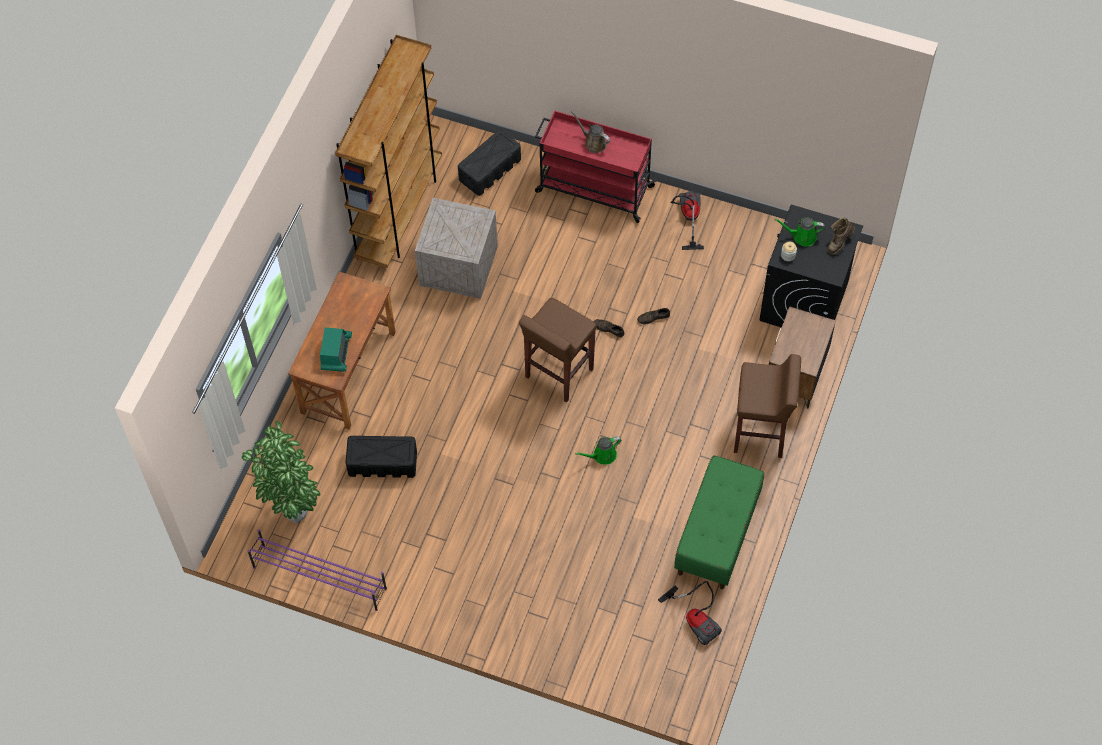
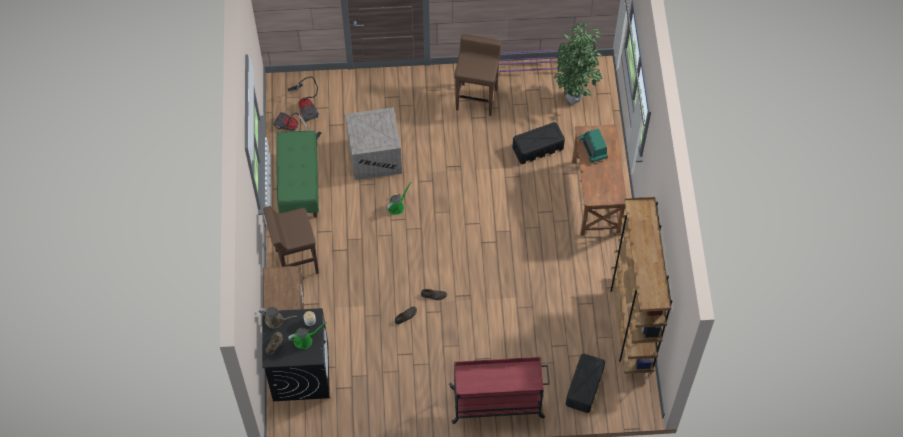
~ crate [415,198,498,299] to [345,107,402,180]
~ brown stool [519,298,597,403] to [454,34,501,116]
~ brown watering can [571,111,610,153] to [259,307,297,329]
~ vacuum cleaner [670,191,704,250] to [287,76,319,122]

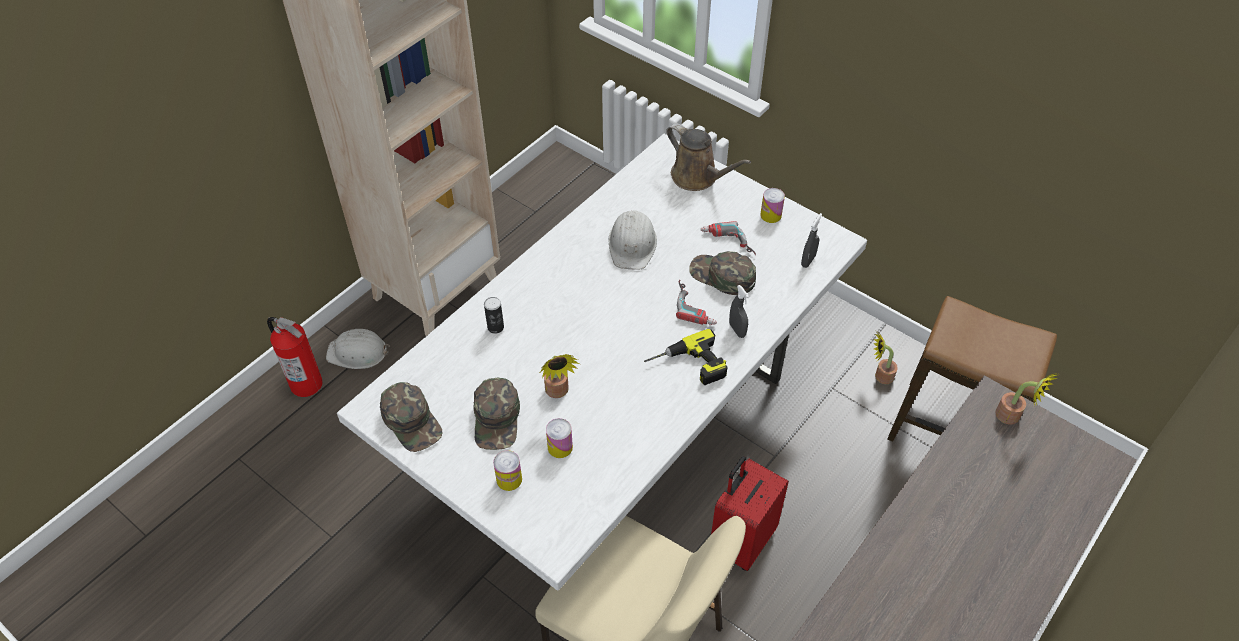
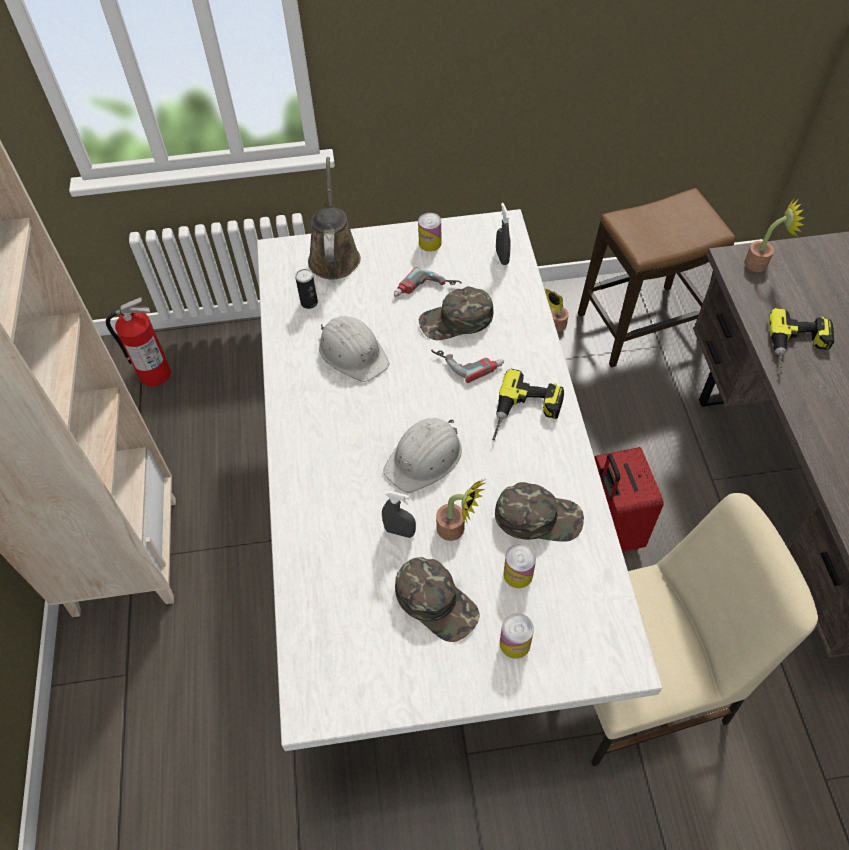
~ fire extinguisher [267,317,323,397] to [106,297,171,387]
~ white hard hat [326,329,390,369] to [383,418,462,493]
~ green cap [380,382,442,452] to [495,482,584,542]
~ can [484,297,504,334] to [295,269,318,309]
~ brown watering can [666,123,751,191] = [308,157,361,279] 90 degrees counterclockwise
~ grey spray bottle [729,285,749,338] to [382,490,416,538]
+ power drill [769,308,834,374]

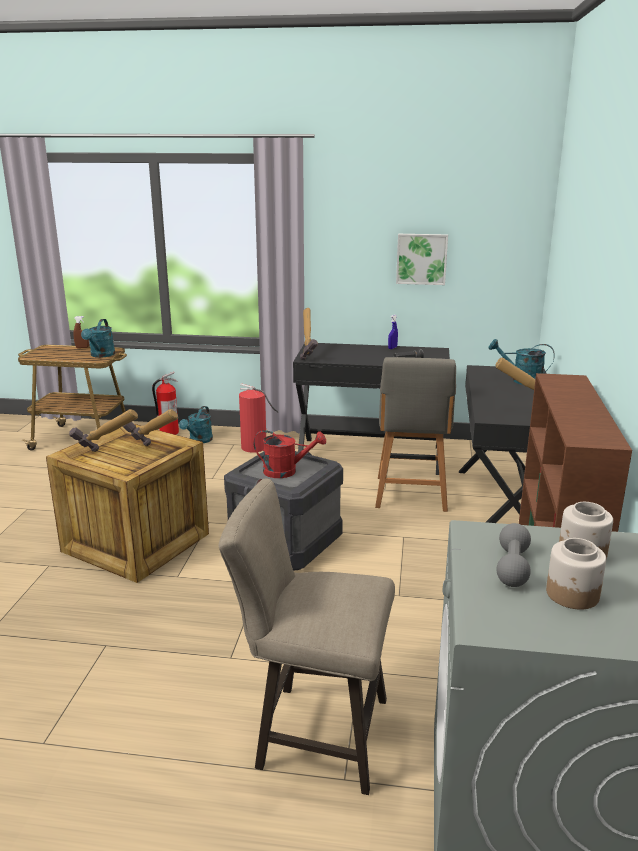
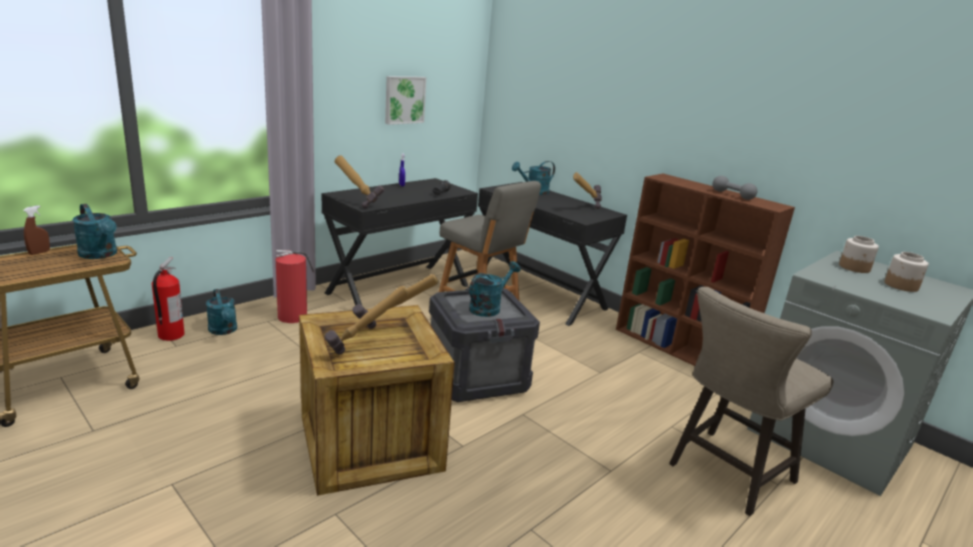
~ red watering can [253,430,326,478] to turquoise watering can [469,261,521,317]
~ grey dumbbell [497,523,531,587] to [712,176,758,200]

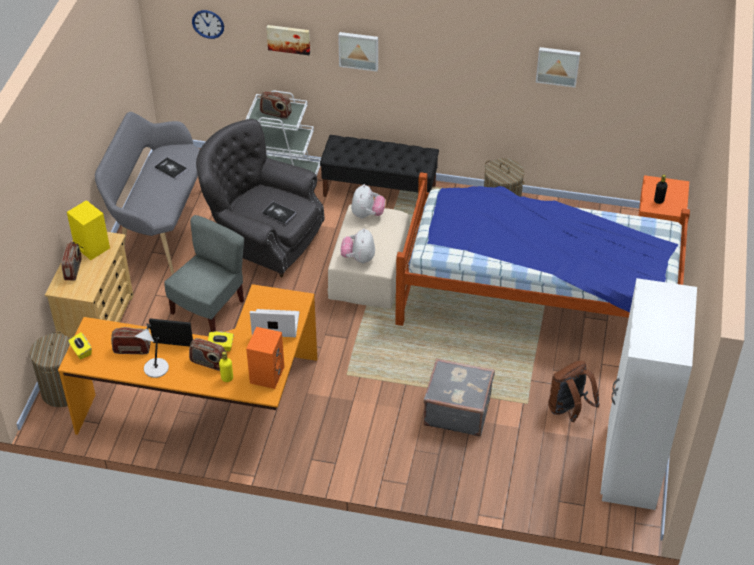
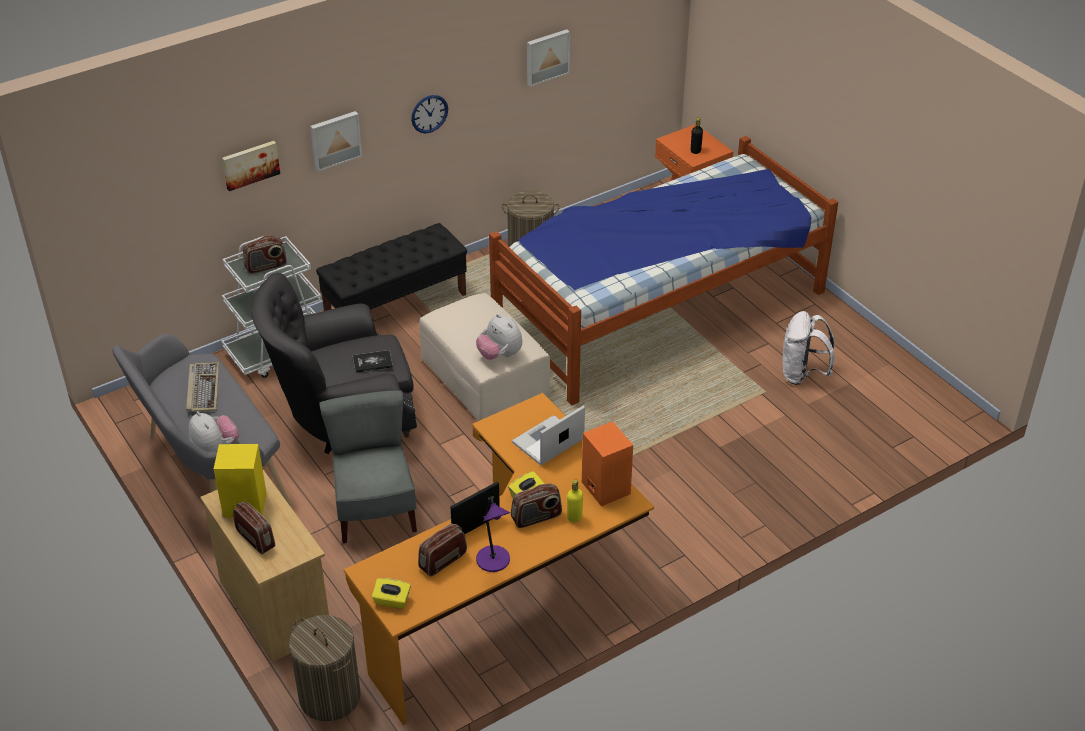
~ grey table lamp [135,324,169,378] to purple table lamp [476,496,511,572]
~ book [155,157,187,179] to keyboard [186,362,219,412]
~ wall clock [192,10,224,39] to [411,95,448,134]
~ plush toy [351,184,385,219] to [188,411,239,452]
- grey suitcase [423,358,495,436]
~ brown backpack [548,361,600,422] to white backpack [783,311,835,385]
- white wardrobe [600,278,697,510]

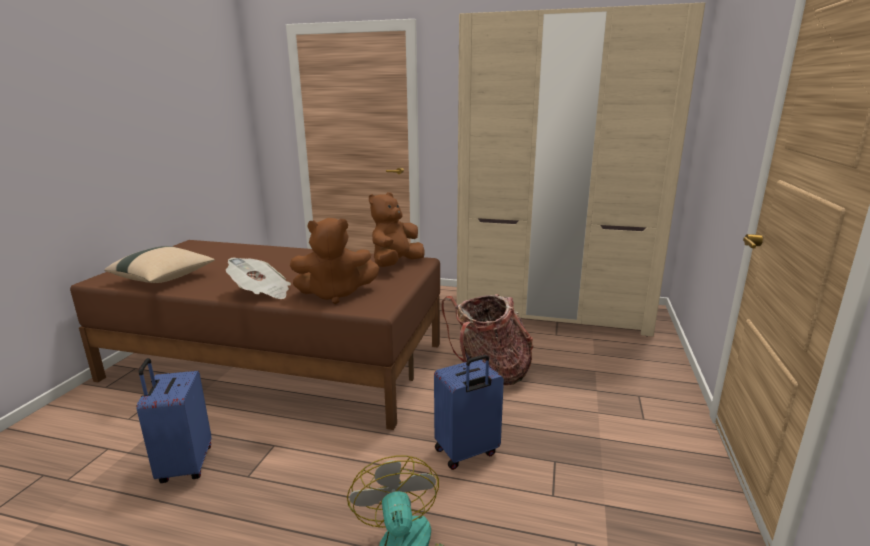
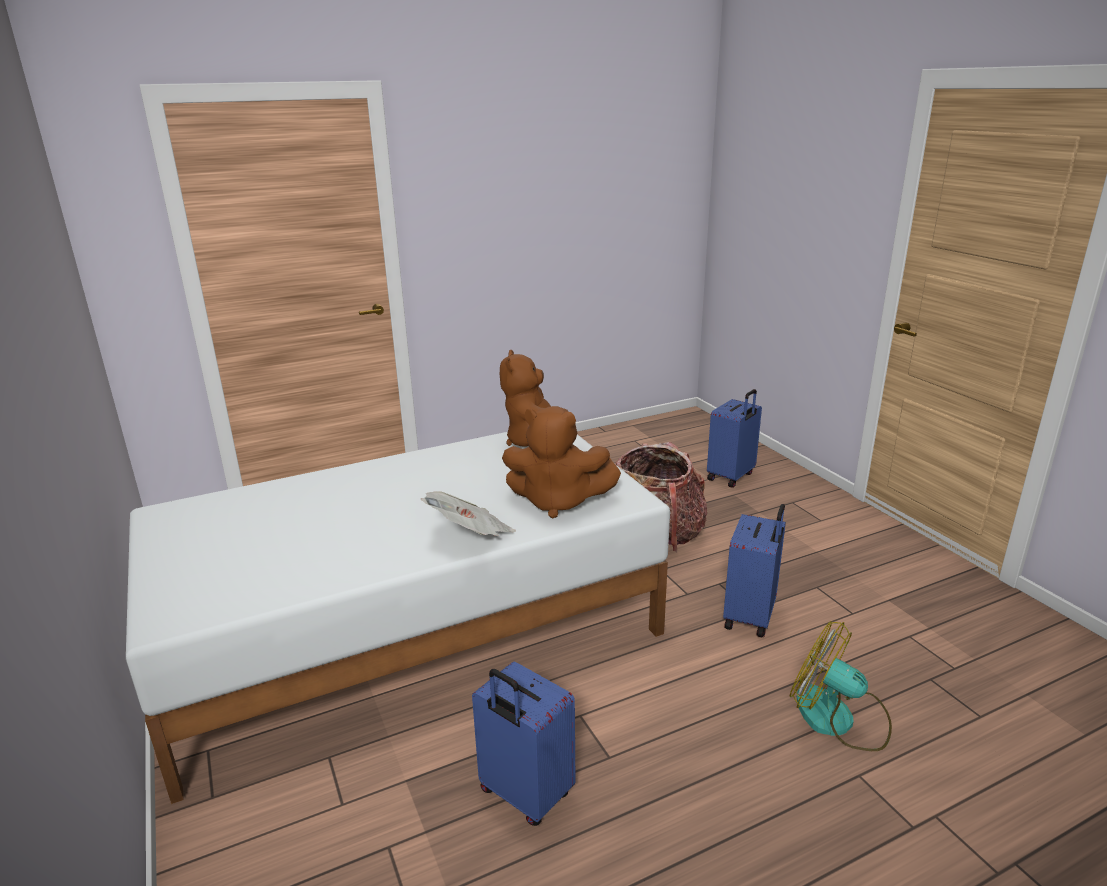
~ brown bed [70,240,440,430] to white bed [126,432,670,804]
- beige pillow [104,246,215,283]
~ brown plush toy [290,218,379,304] = [502,406,621,519] 60 degrees clockwise
- beige wardrobe [457,2,705,337]
+ blue suitcase [707,389,762,488]

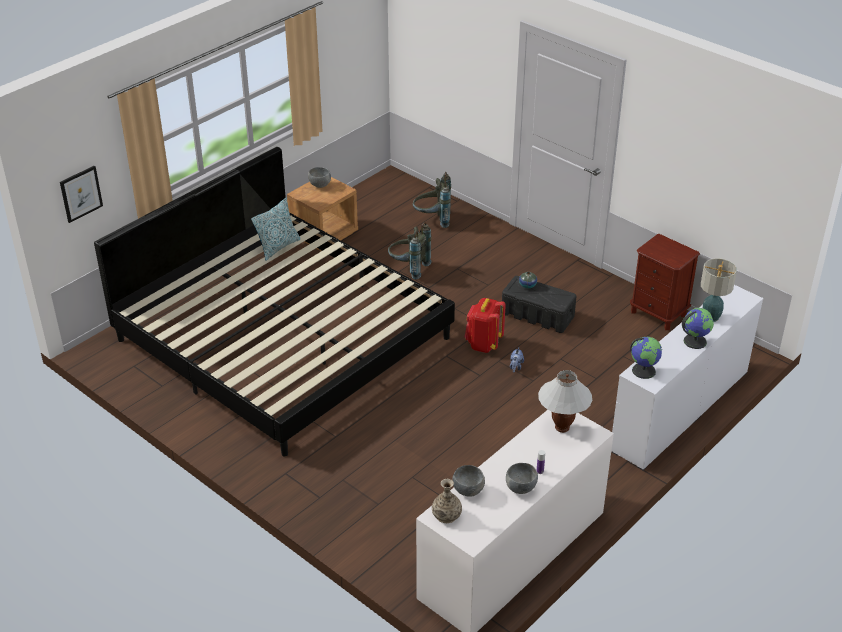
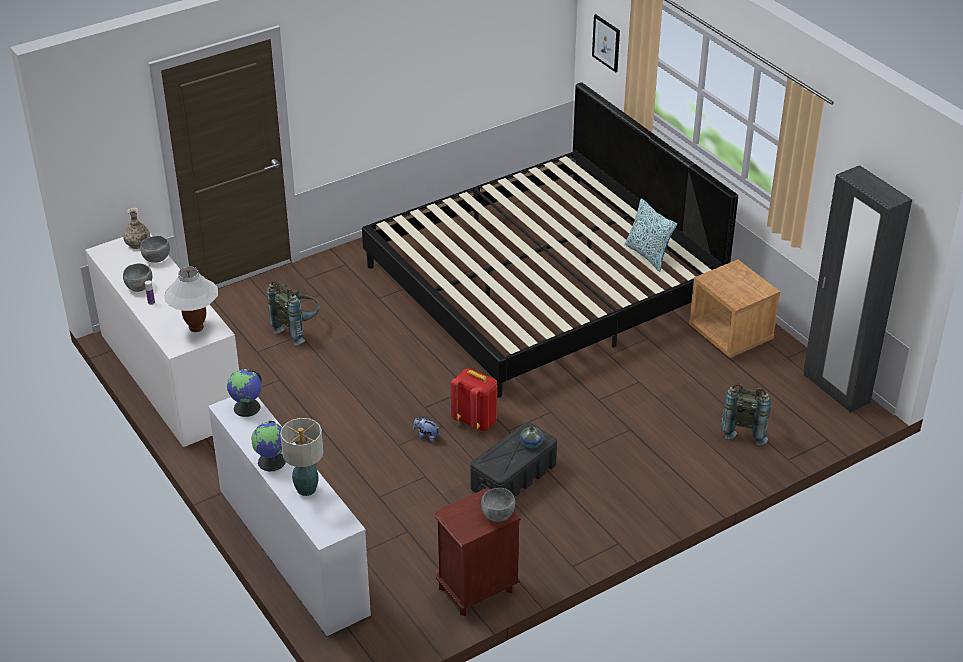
~ grey bowl [308,167,331,188] to [481,488,515,522]
~ grey backpack [388,222,432,280] to [267,281,320,345]
+ black wardrobe [804,165,912,413]

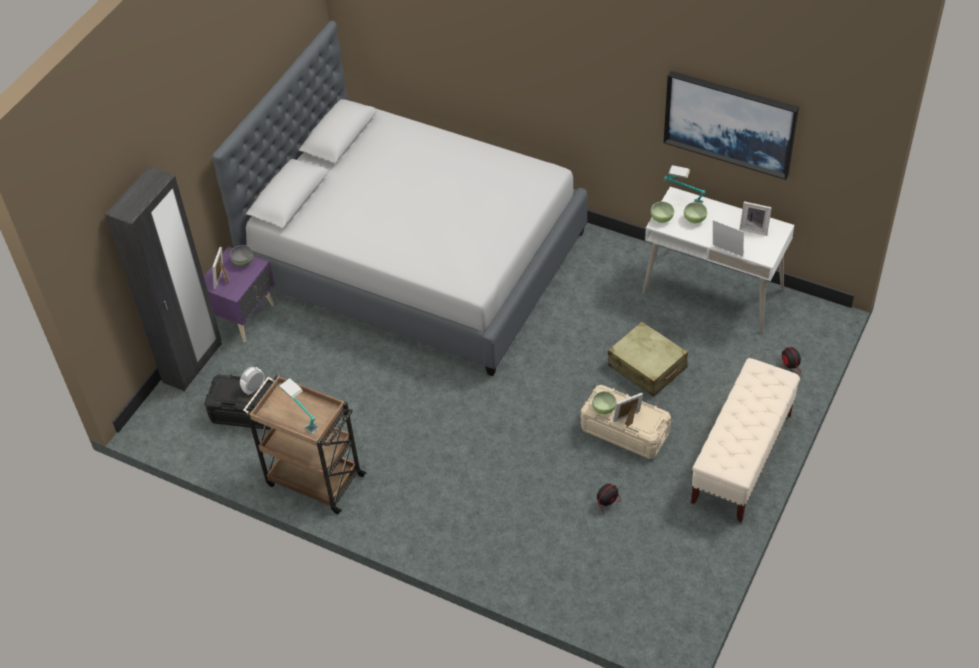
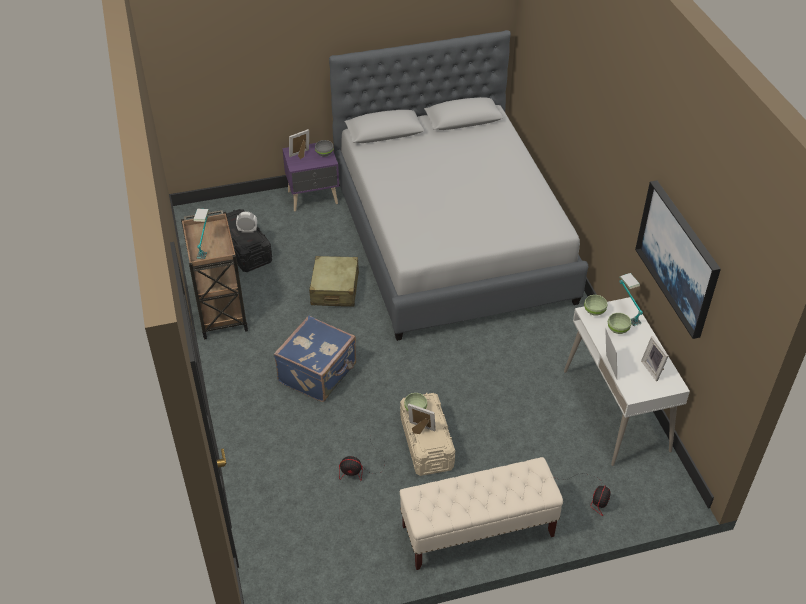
- black wardrobe [105,166,222,391]
~ beige suitcase [608,321,688,397] to [309,256,359,307]
+ blue suitcase [274,315,356,402]

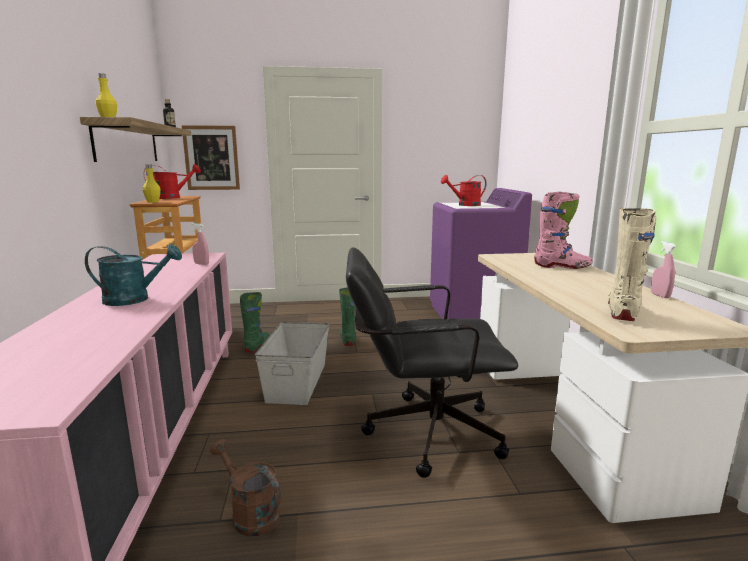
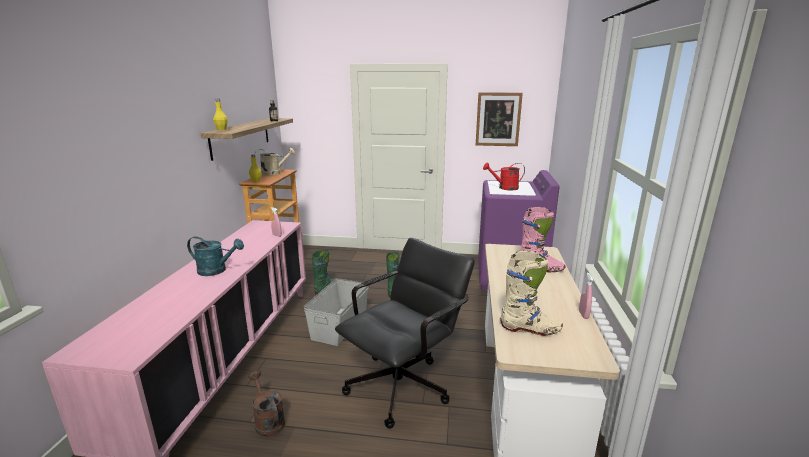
~ red watering can [144,164,201,199] to beige watering can [256,148,295,175]
~ picture [182,125,240,190] to [476,92,523,146]
~ black office chair [346,247,518,478] = [335,238,475,429] 120 degrees clockwise
~ beige boot [608,208,656,321] = [500,251,563,336] 60 degrees clockwise

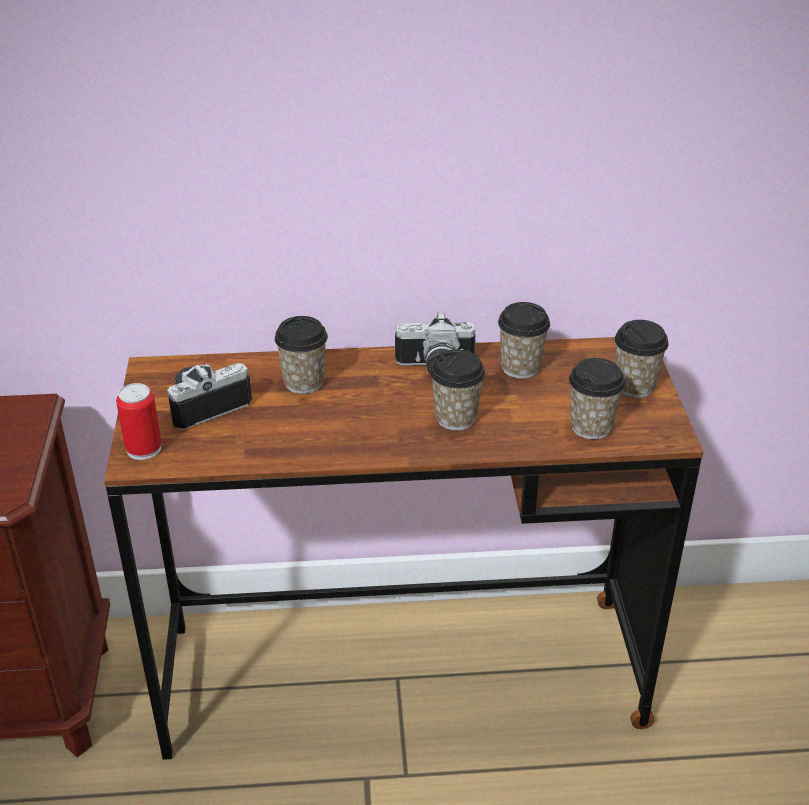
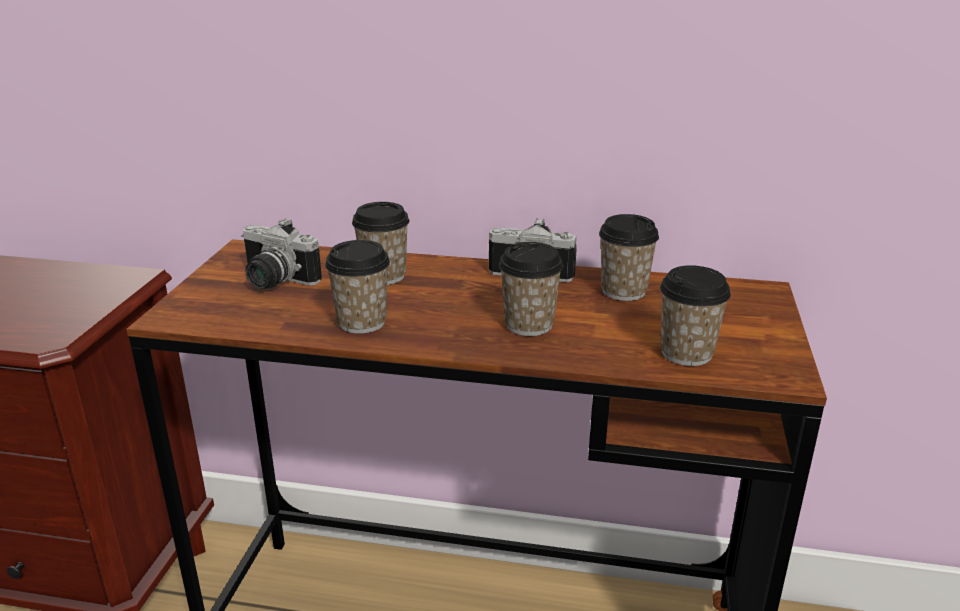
- can [116,383,162,460]
~ photo camera [167,363,252,430] = [241,219,322,289] 135 degrees counterclockwise
~ cup [615,320,669,398] to [325,240,390,334]

